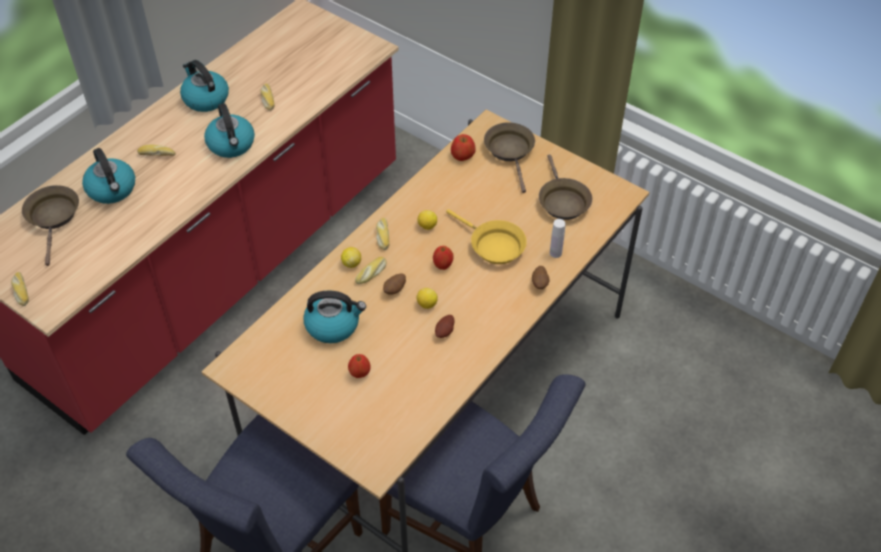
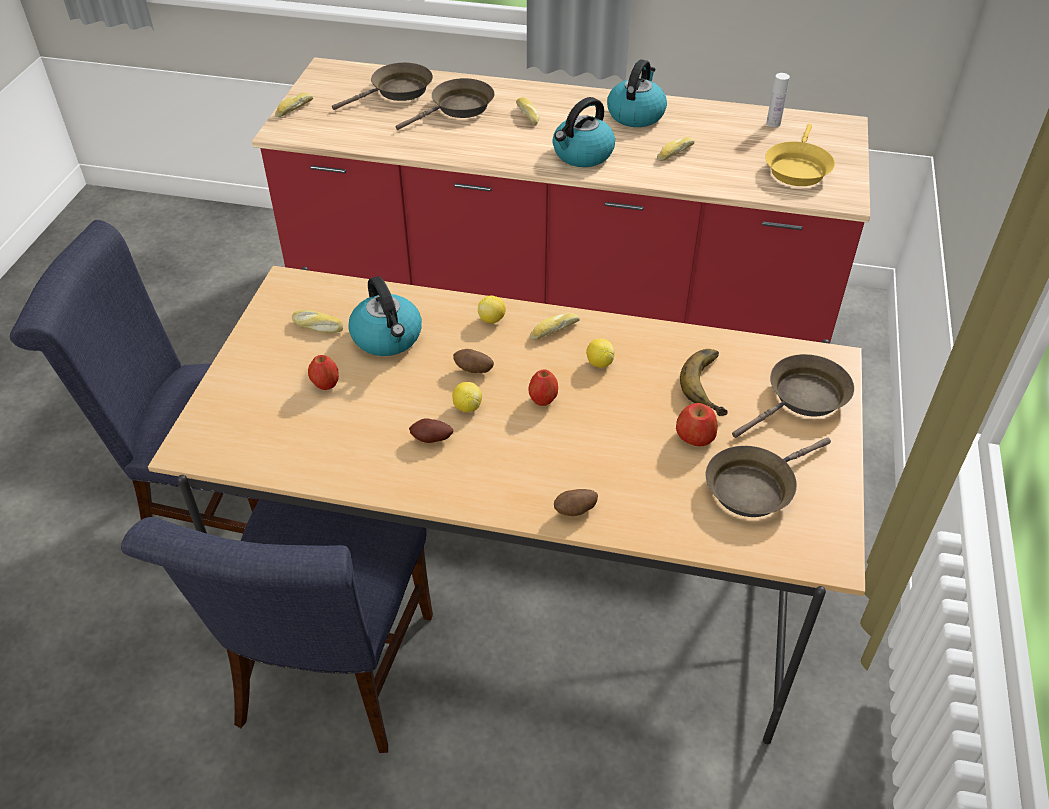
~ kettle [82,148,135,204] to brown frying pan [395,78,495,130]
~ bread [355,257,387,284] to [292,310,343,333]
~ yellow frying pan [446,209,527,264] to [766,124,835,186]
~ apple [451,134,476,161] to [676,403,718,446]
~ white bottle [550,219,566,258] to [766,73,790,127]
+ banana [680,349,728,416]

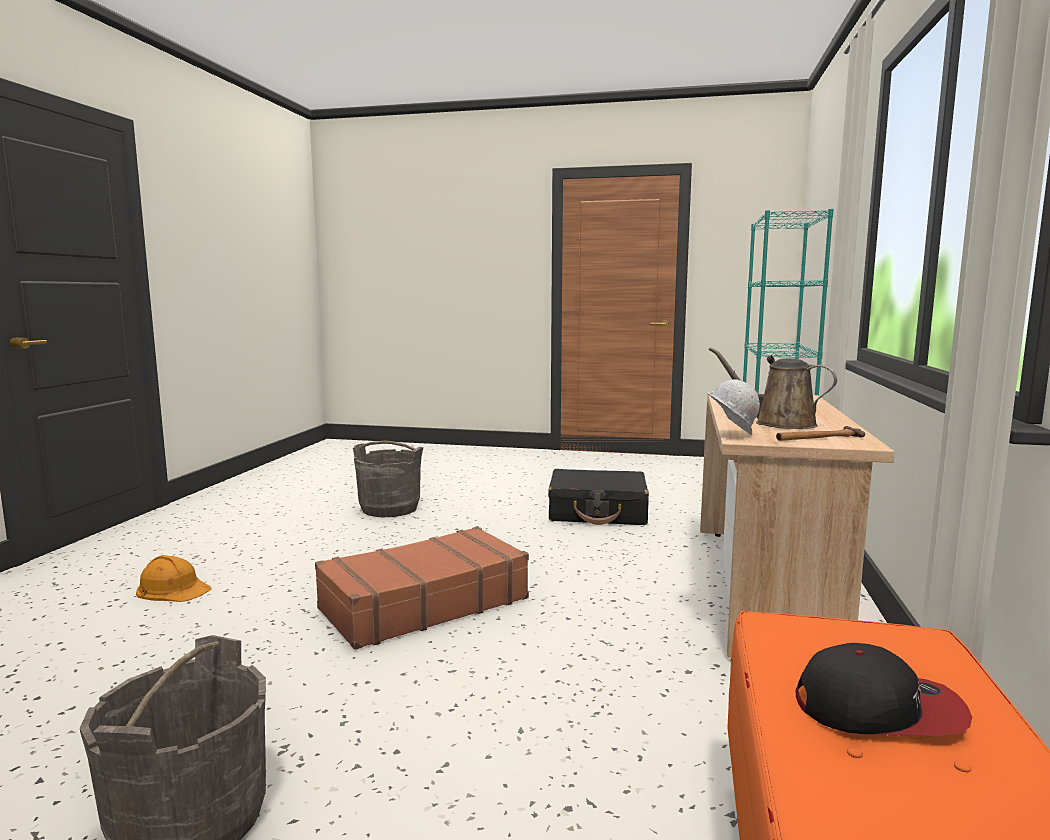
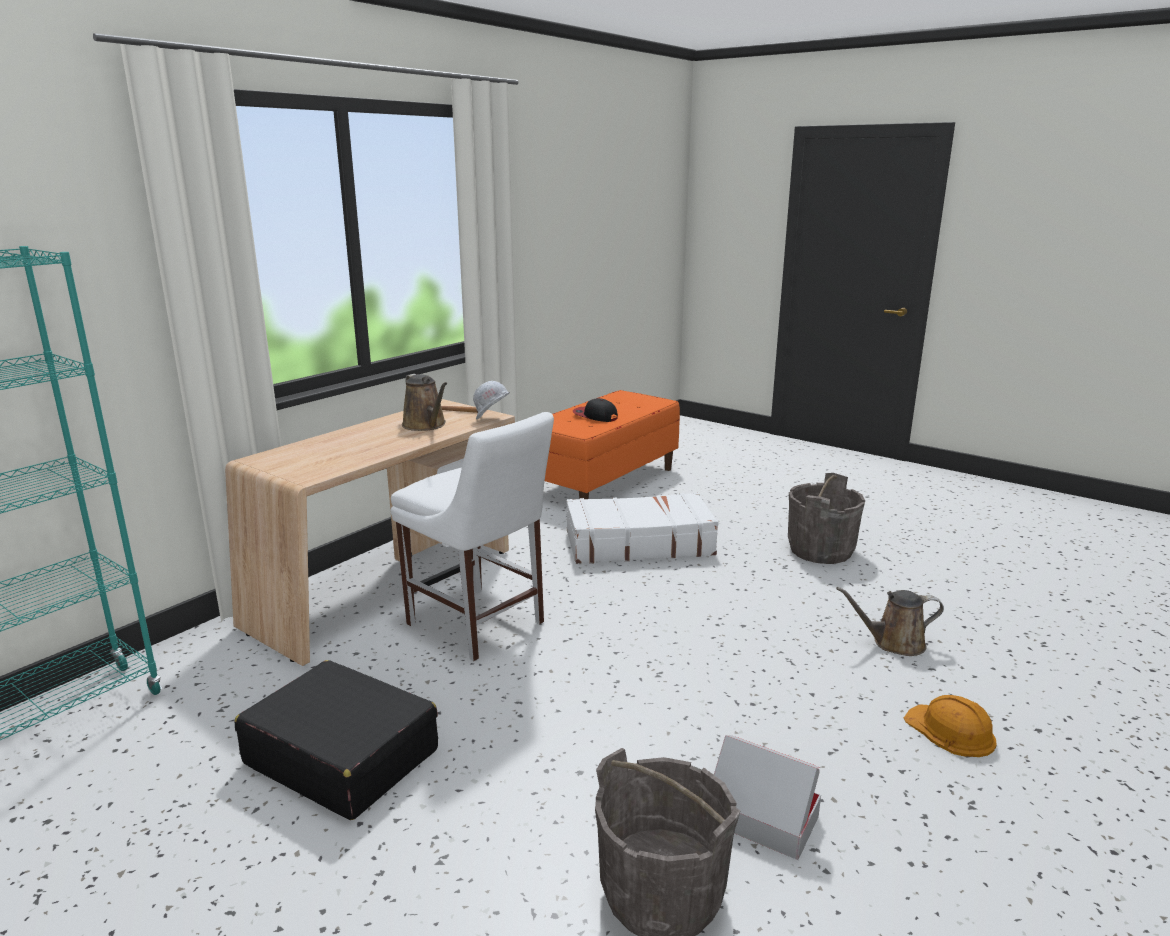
- brown suitcase [315,527,529,650]
+ white chair [391,412,554,661]
+ white suitcase [567,493,719,564]
+ cardboard box [714,735,821,860]
+ brown watering can [836,587,944,656]

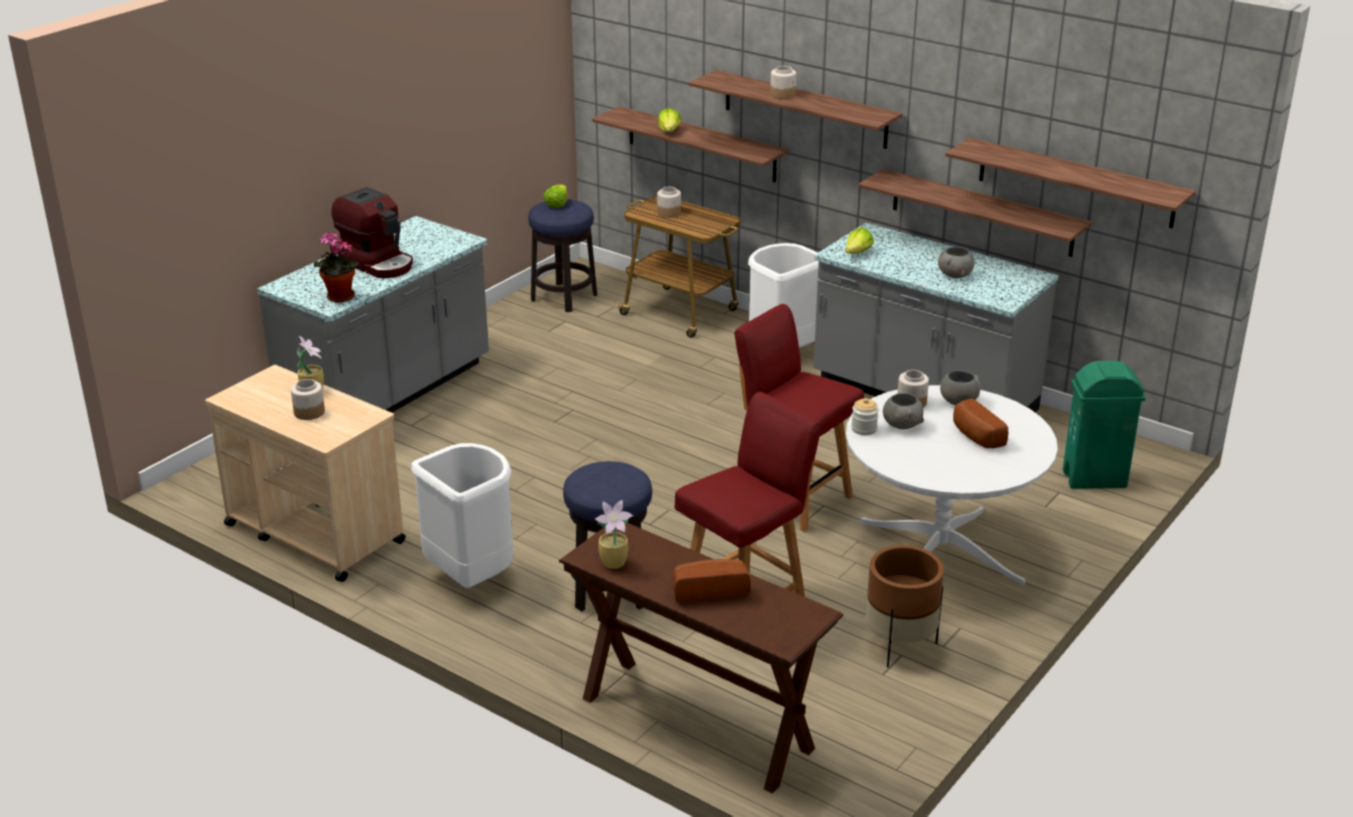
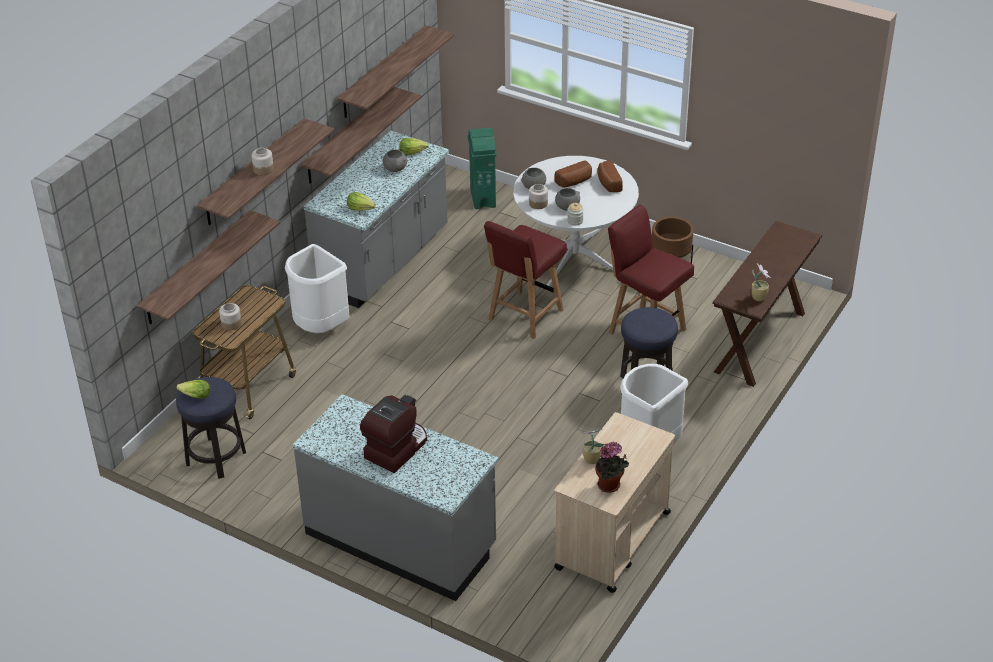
- jar [291,379,325,420]
~ potted plant [314,232,359,302] to [595,441,629,493]
~ lettuce [658,108,681,132] to [399,138,429,155]
~ bread [673,559,751,603] to [597,160,623,192]

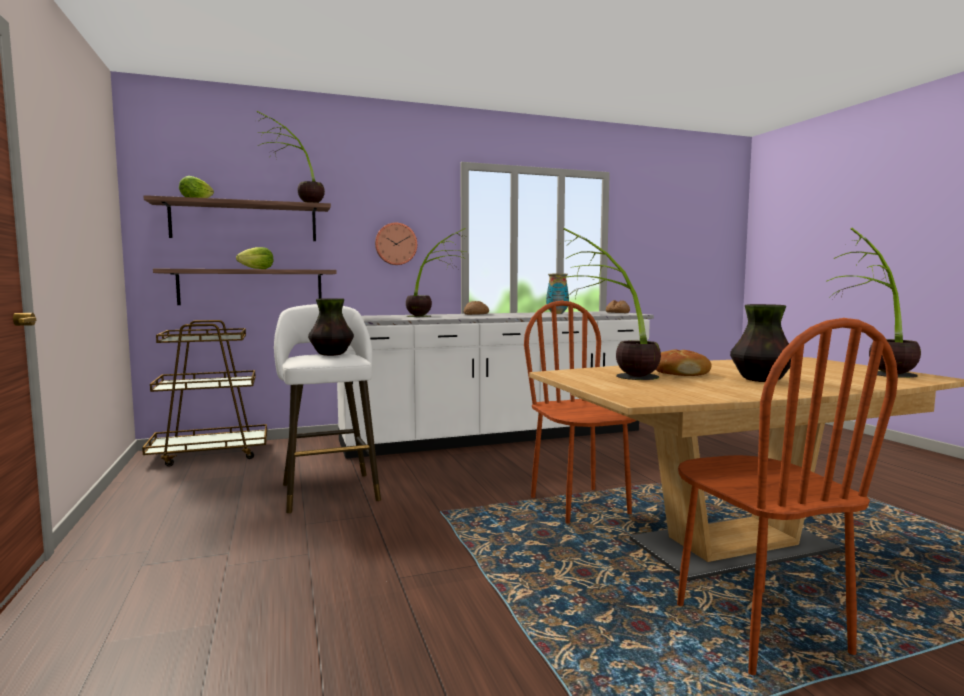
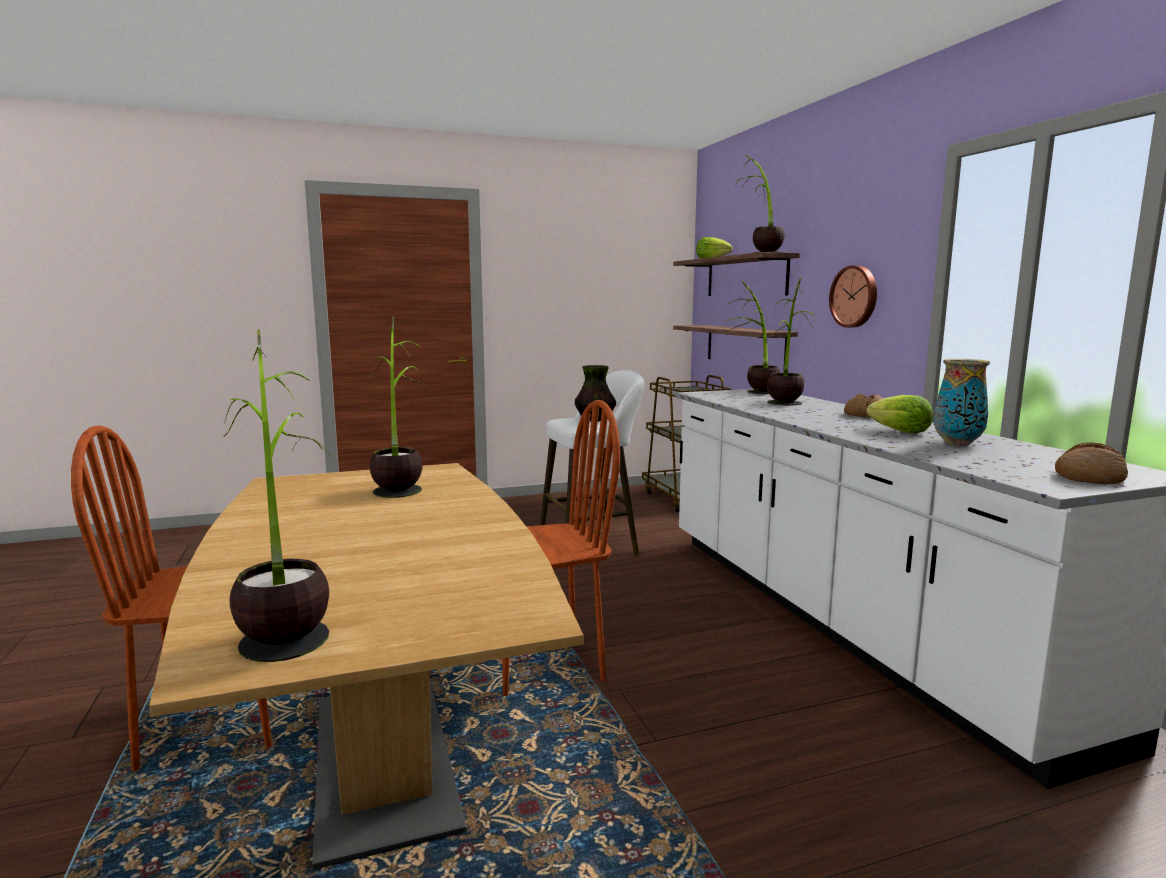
~ lettuce [236,247,273,269] to [866,395,933,434]
- bread [655,350,711,376]
- vase [730,304,791,382]
+ potted plant [725,281,780,394]

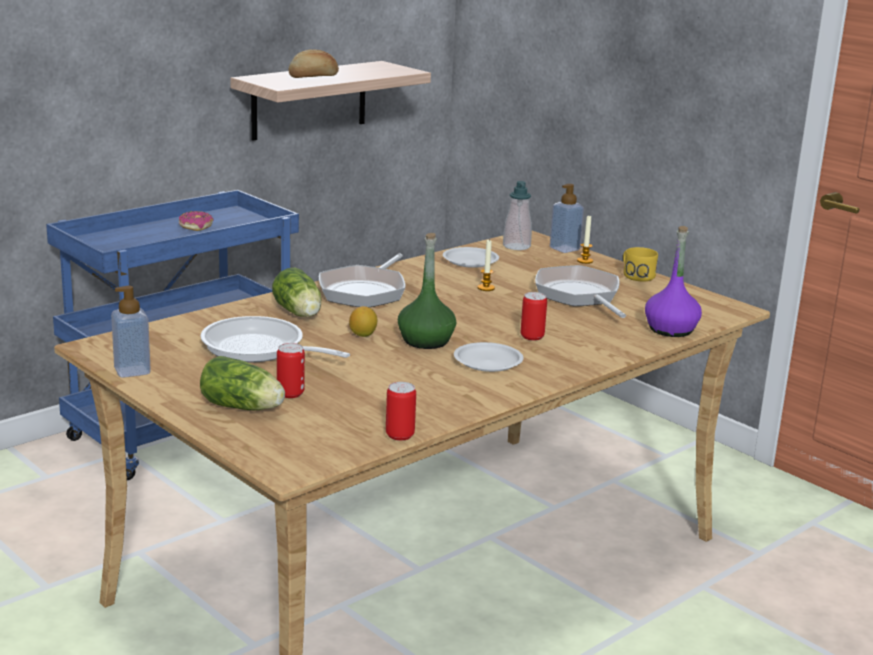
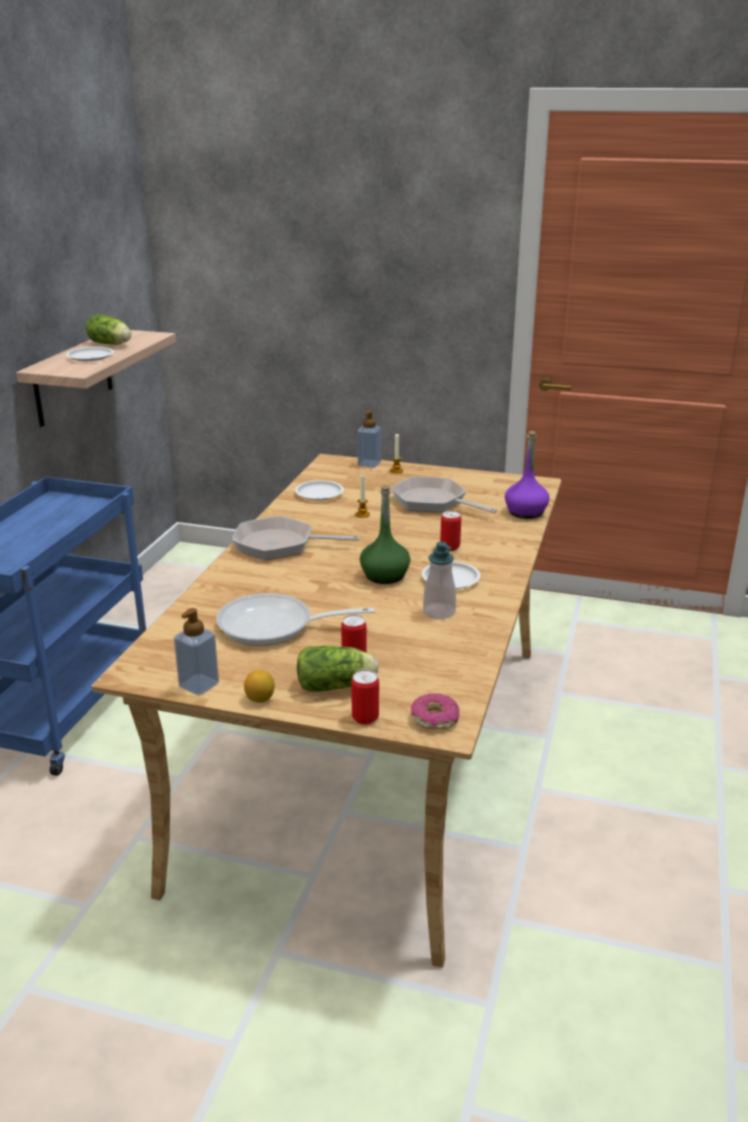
~ donut [179,211,214,231] to [411,693,459,730]
~ lettuce [272,268,322,317] to [86,314,132,344]
~ bread [288,50,339,78] to white plate [66,347,114,361]
~ frying pan [319,254,405,307] = [232,516,359,560] 105 degrees clockwise
~ lemon [349,306,377,337] to [244,670,275,703]
~ can [386,382,416,441] to [351,670,379,724]
~ soap dispenser [503,181,532,250] to [423,542,456,619]
- yellow mug [623,247,658,281]

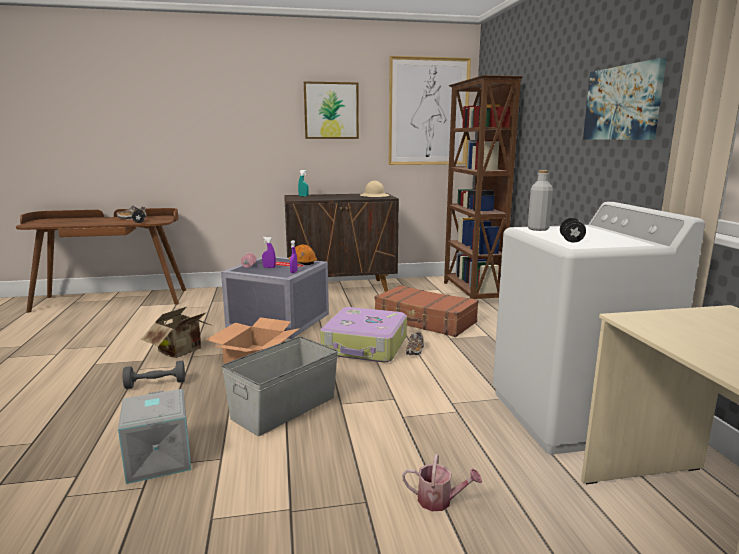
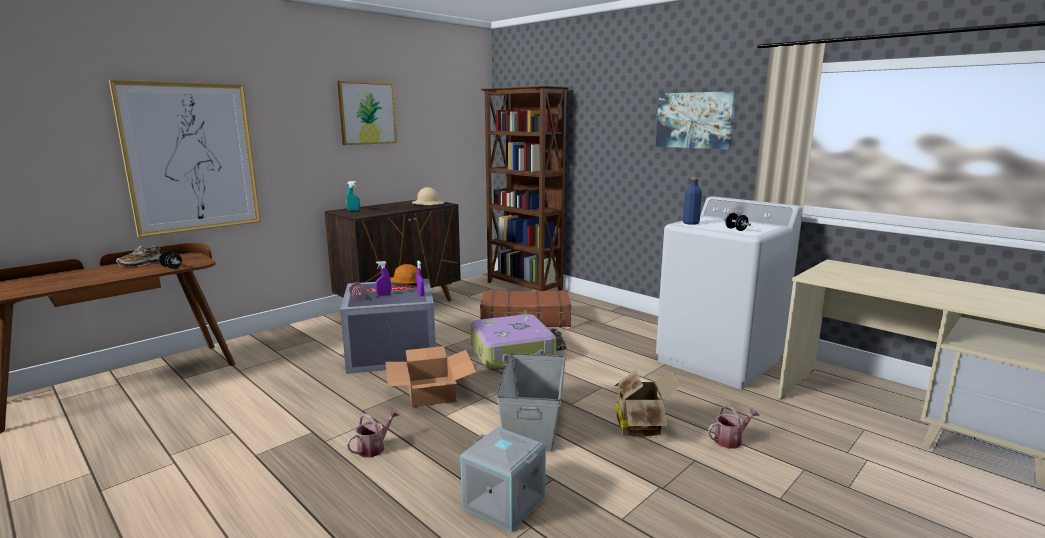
~ grey dumbbell [123,361,185,389] to watering can [347,410,399,458]
~ cardboard box [141,306,213,358] to [615,370,683,437]
~ picture [389,56,471,165] to [109,80,261,238]
~ grey bottle [528,170,553,231] to blue bottle [683,177,702,225]

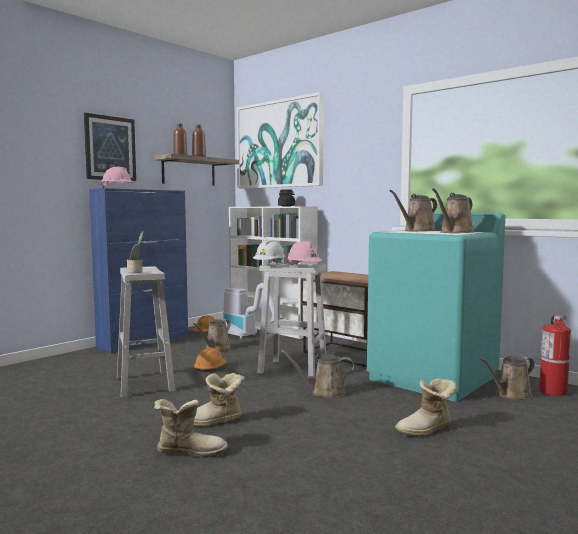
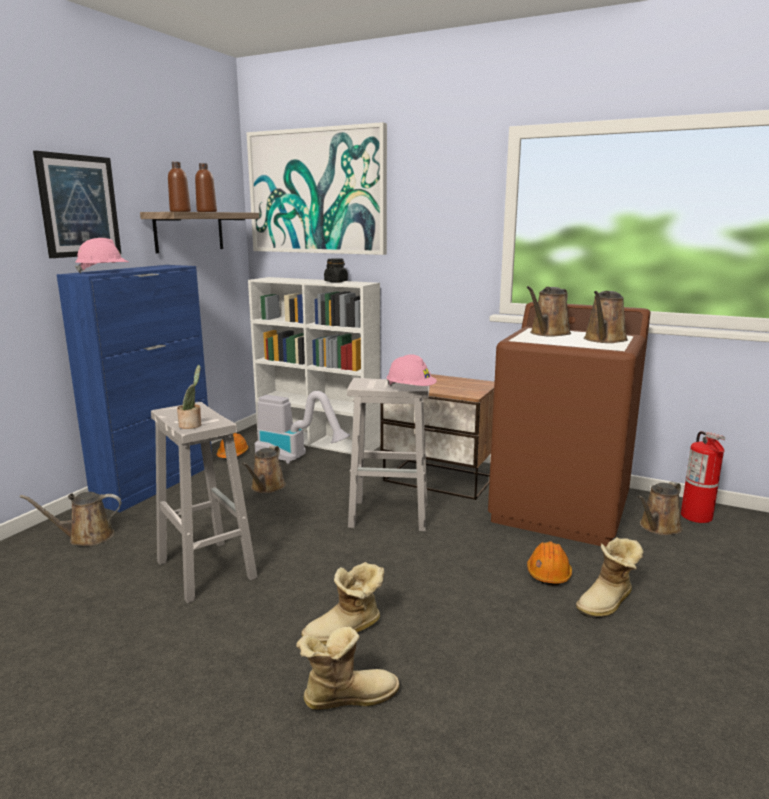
~ orange hard hat [194,347,227,372] to [527,541,572,586]
- white hard hat [253,240,285,263]
~ brown watering can [281,350,354,398] to [20,492,121,546]
~ turquoise washing machine [367,213,505,402] to brown washing machine [488,302,651,547]

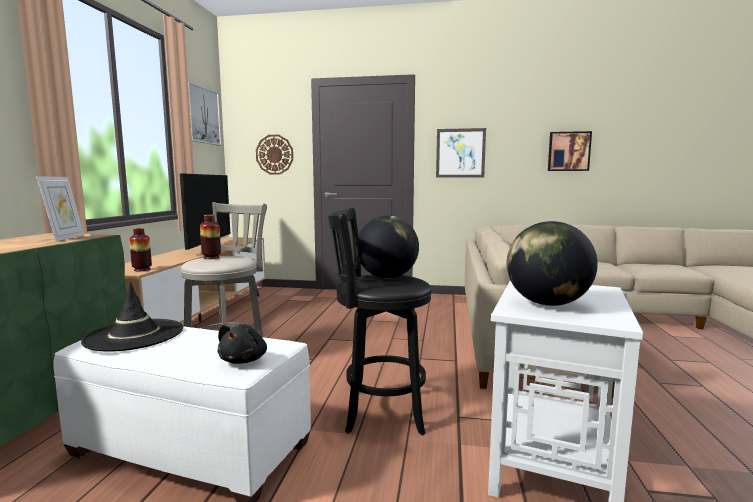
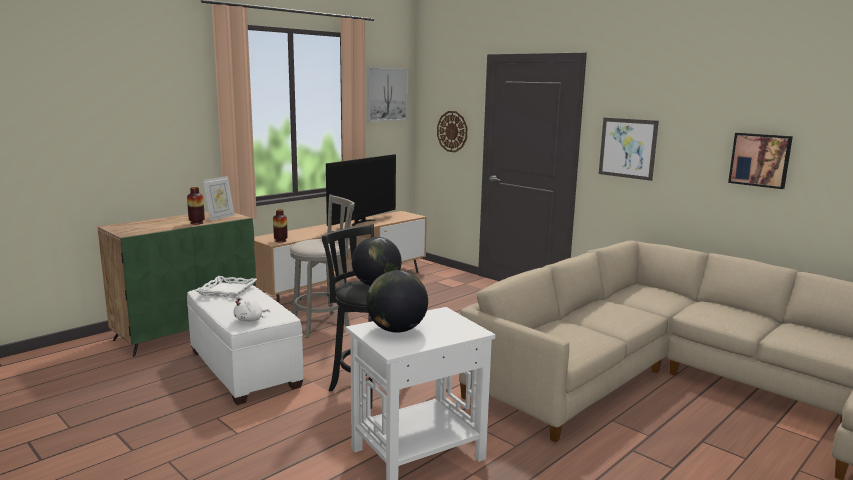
~ black hat [81,282,183,352] to white tray [195,276,257,298]
~ vase [200,215,221,259] to [187,187,205,224]
~ black plush toy [217,325,267,364] to white plush toy [234,296,270,322]

